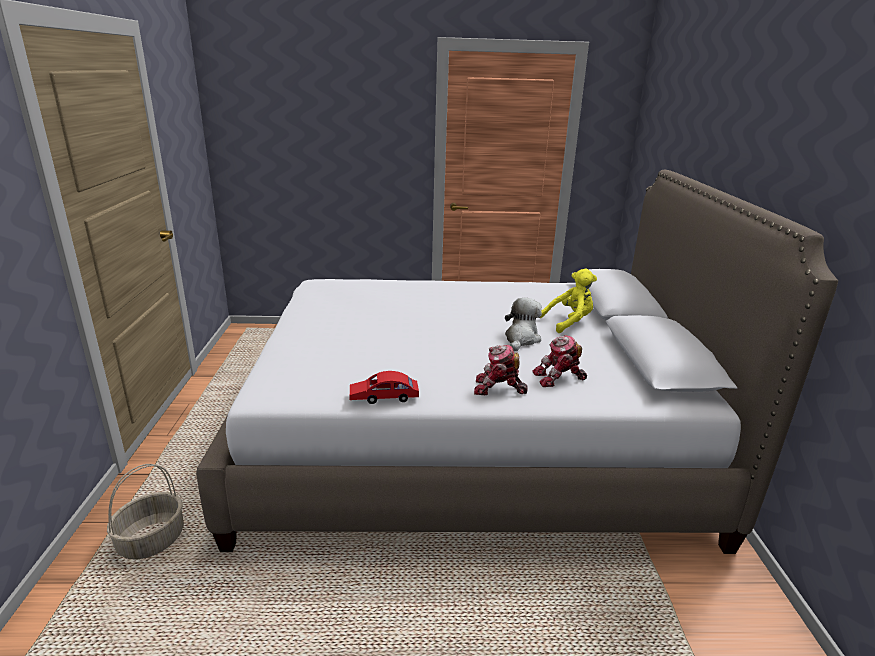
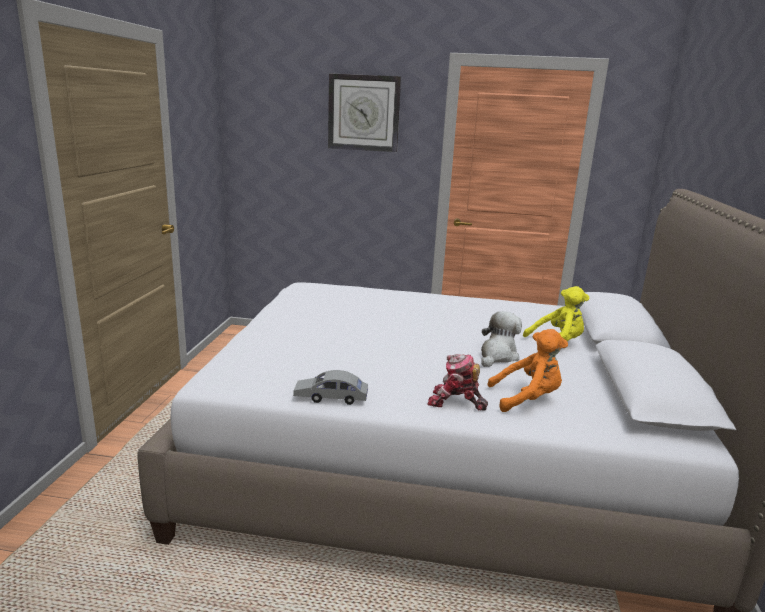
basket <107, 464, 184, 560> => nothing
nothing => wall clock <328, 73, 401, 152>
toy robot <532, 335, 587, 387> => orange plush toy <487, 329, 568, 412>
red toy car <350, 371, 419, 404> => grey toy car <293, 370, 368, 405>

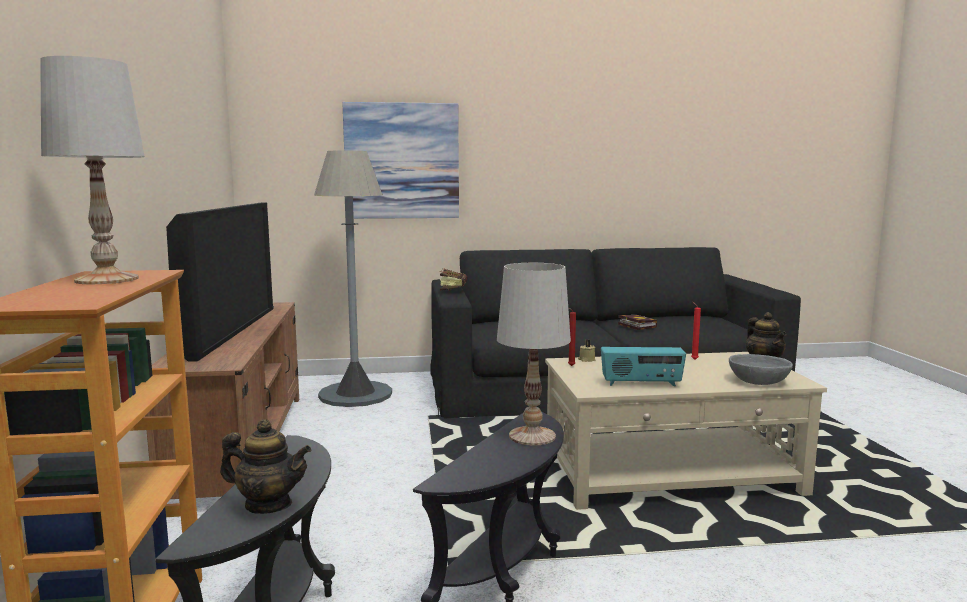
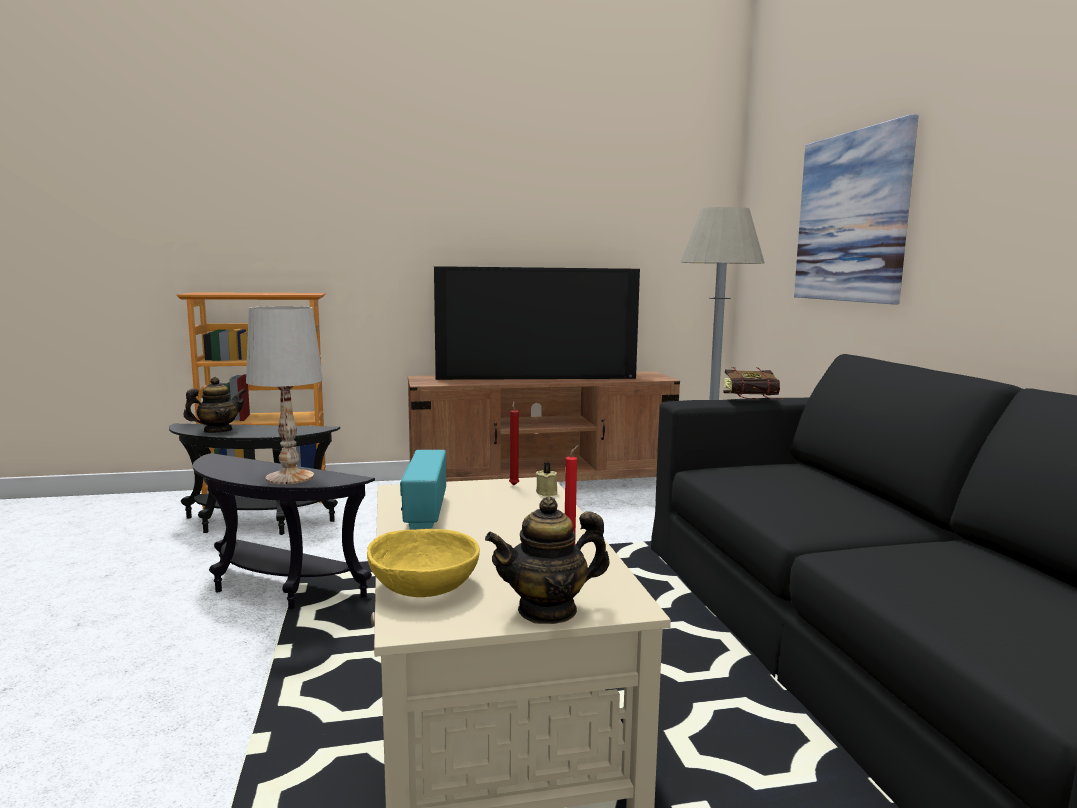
white table lamp <40, 56, 145, 284> => nothing
book <618, 315, 657, 330> => nothing
grey bowl <729, 354, 793, 385> => yellow bowl <367, 529, 480, 597>
teapot <220, 419, 311, 514> => teapot <183, 377, 247, 433>, 135 degrees counterclockwise

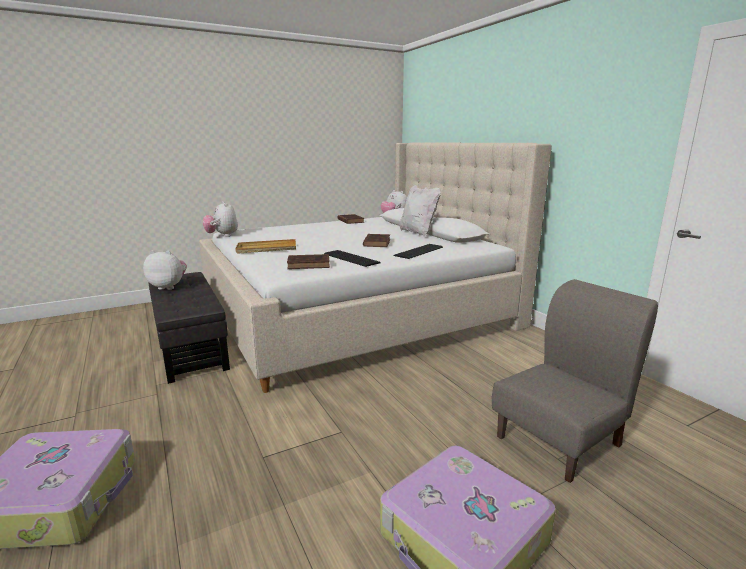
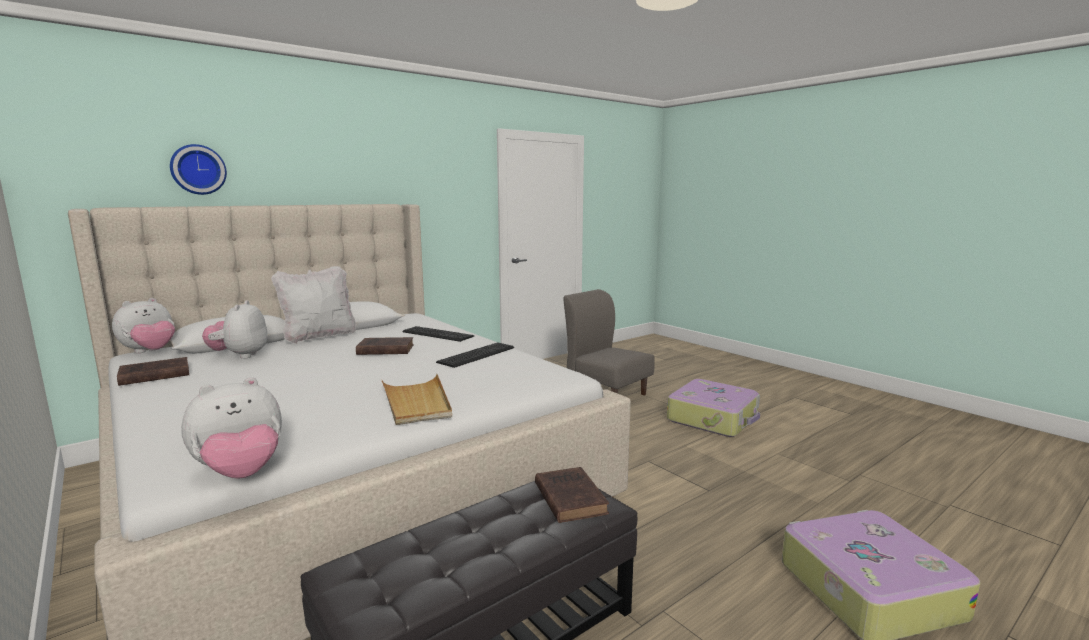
nothing => wall clock <170, 144, 227, 195>
plush toy <143, 250, 187, 290> => plush toy <202, 300, 267, 359>, relocated
brown book <287, 254, 330, 269> => brown book <535, 467, 609, 523>, relocated

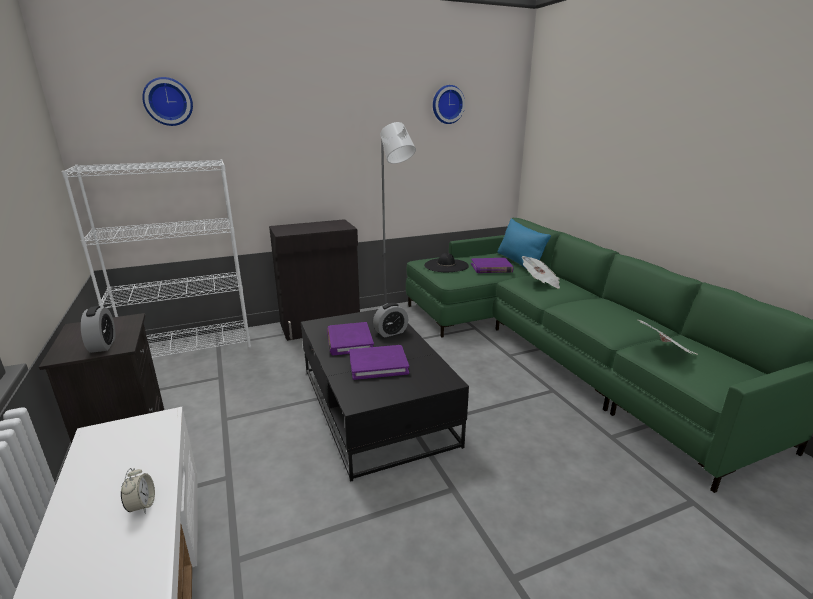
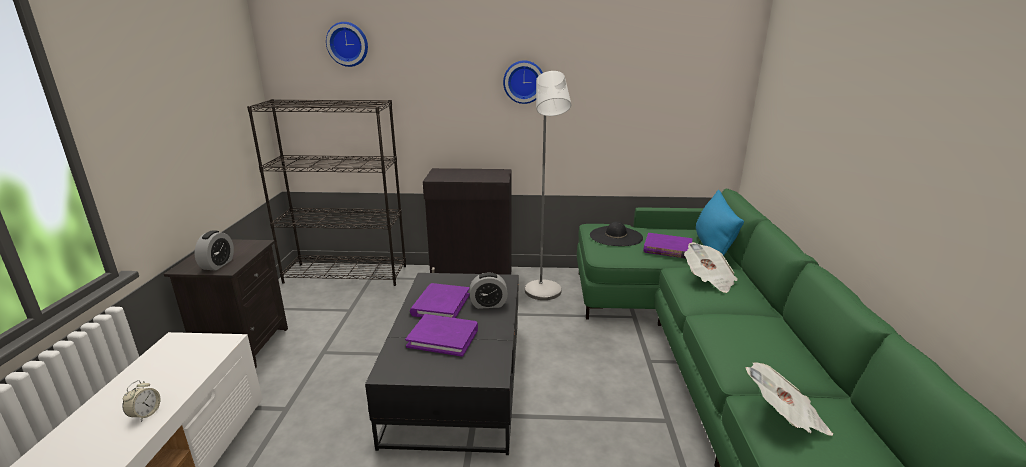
wall clock <433, 85, 465, 124> => wall clock <503, 60, 543, 104>, relocated
white bookcase <62, 159, 251, 358> => black bookcase <247, 99, 406, 286>

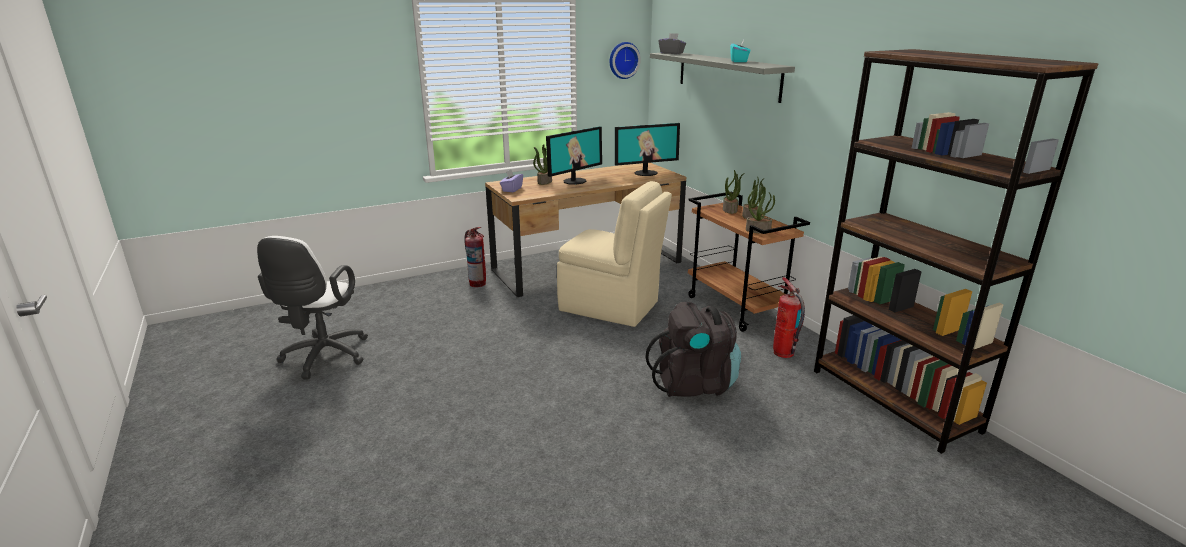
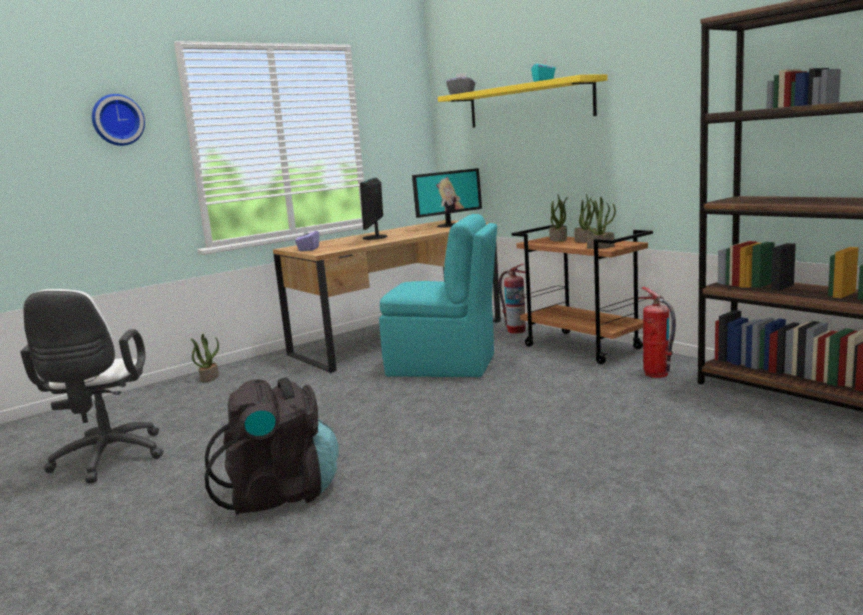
fire extinguisher <464, 227, 486, 287> => fire extinguisher <498, 264, 526, 334>, relocated
potted plant <533, 144, 552, 185> => potted plant <191, 334, 219, 382>, relocated
wall clock <610, 42, 641, 79> => wall clock <92, 94, 145, 146>, relocated
black backpack <645, 302, 741, 397> => black backpack <204, 378, 339, 515>, relocated
beige chair <557, 181, 672, 327> => turquoise chair <379, 214, 497, 377>
grey shelf <650, 53, 795, 103> => yellow shelf <438, 74, 608, 128>
monitor <546, 126, 602, 185> => monitor <360, 178, 387, 240>, 150 degrees clockwise

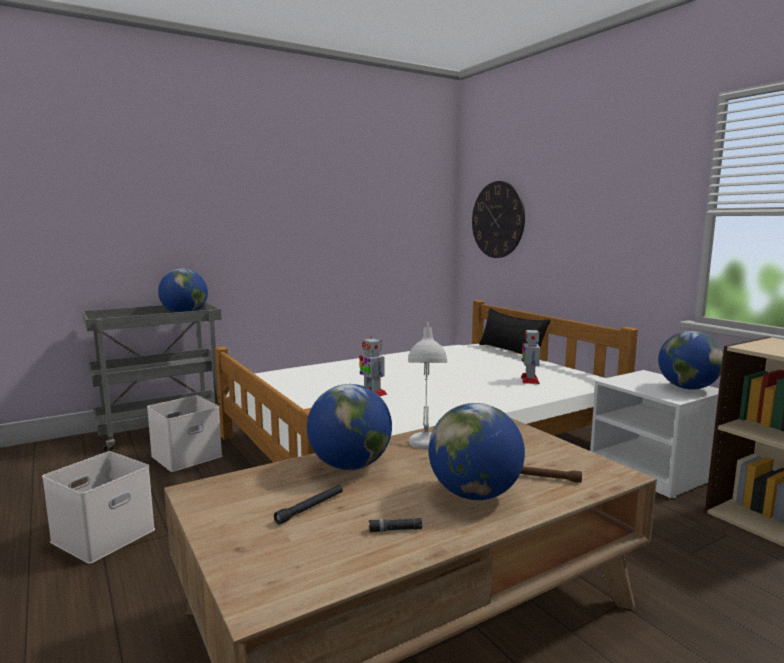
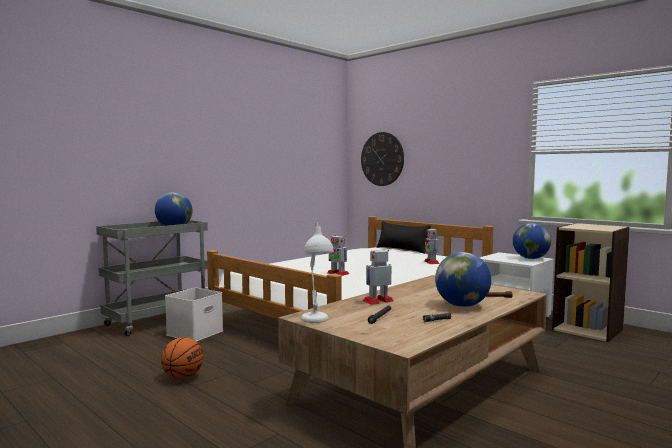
white table lamp <408, 322, 447, 449> => white table lamp <301, 222, 334, 323>, relocated
white storage box <42, 451, 155, 564> => basketball <161, 337, 203, 379>
globe <307, 384, 392, 470> => toy robot <363, 250, 394, 305>

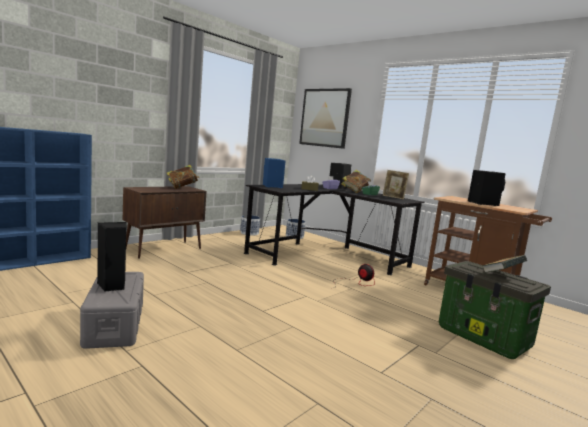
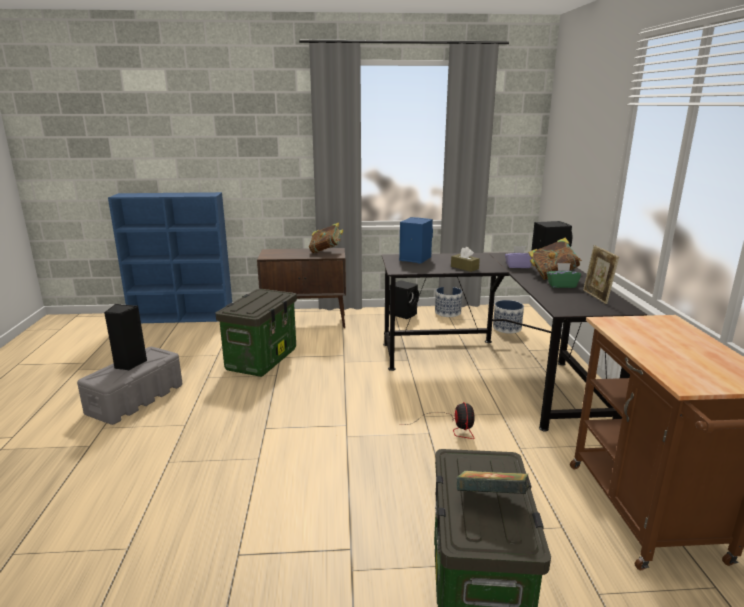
picture <299, 88, 352, 149> => nothing
nothing => storage box <216, 289, 297, 377>
black speaker <468, 170, 506, 206> => black speaker <389, 280, 419, 319>, relocated

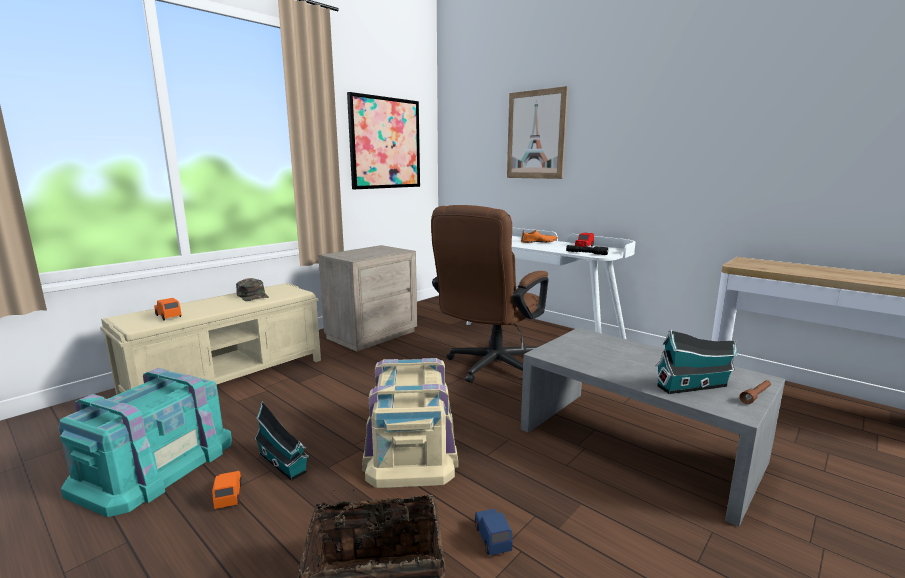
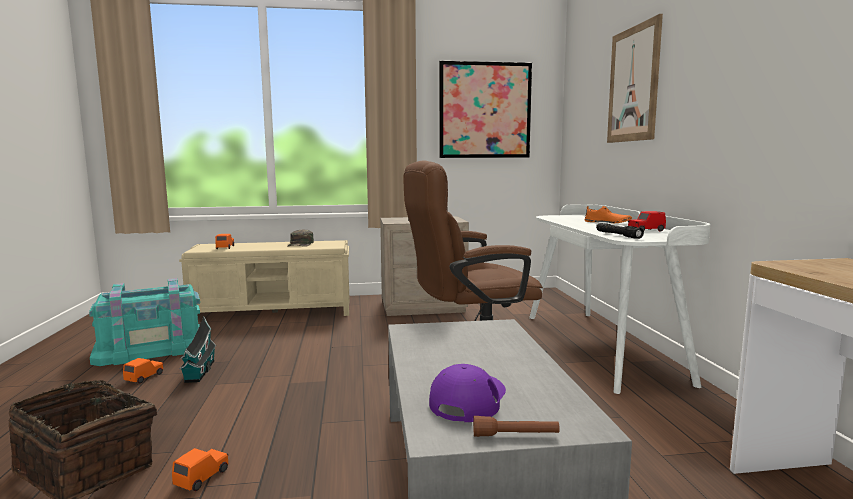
beige storage box <362, 358, 458, 488> => nothing
toy house <656, 330, 737, 394> => purple cap <429, 364, 506, 422>
blue toy car <475, 509, 512, 555> => orange toy car <172, 448, 228, 491>

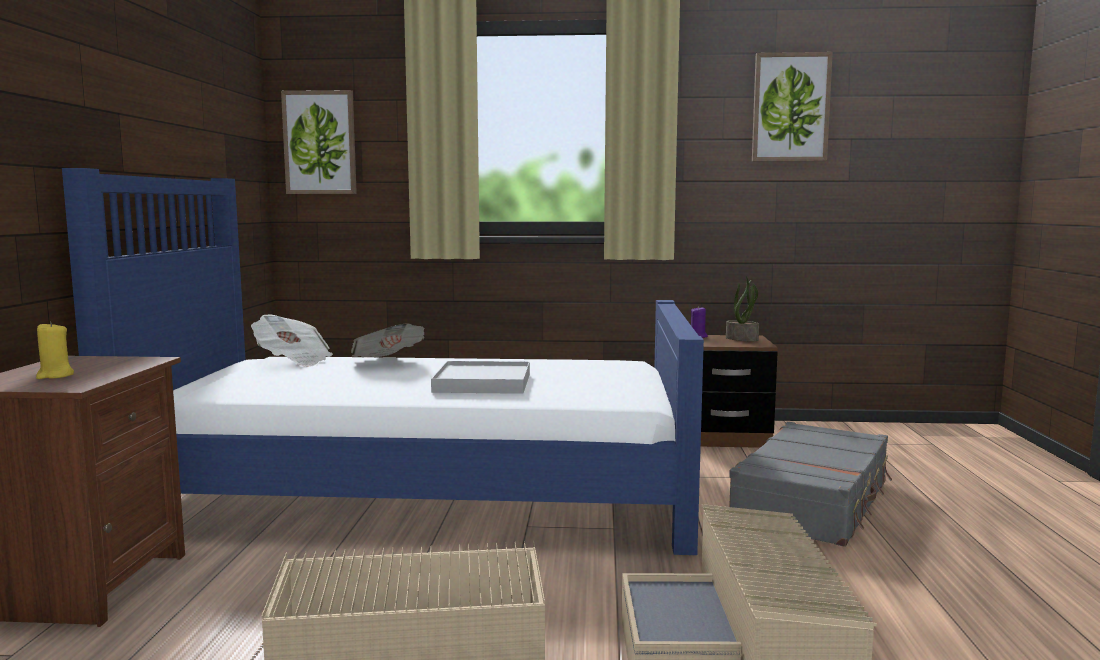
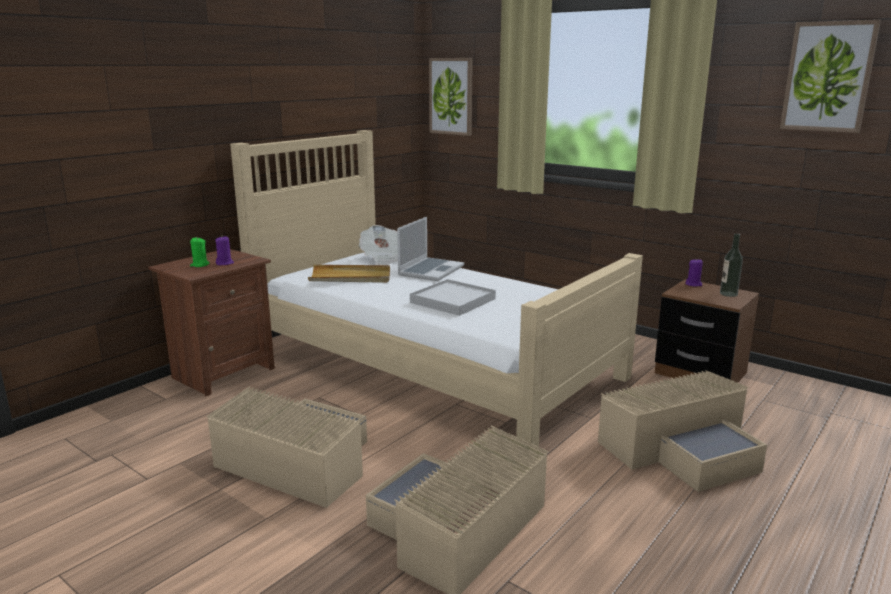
nothing => purple candle <215, 236, 234, 265>
nothing => beige tray <308, 265, 390, 283>
newspaper <351, 323, 424, 357> => laptop <397, 217, 464, 281>
potted plant <726, 276, 759, 341> => bottle <720, 234, 743, 297>
grey suitcase <729, 422, 892, 547> => beige storage box <598, 370, 767, 492>
yellow candle <36, 321, 74, 379> => green candle <190, 238, 210, 267>
blue bed <62, 168, 704, 555> => beige bed <230, 130, 643, 451>

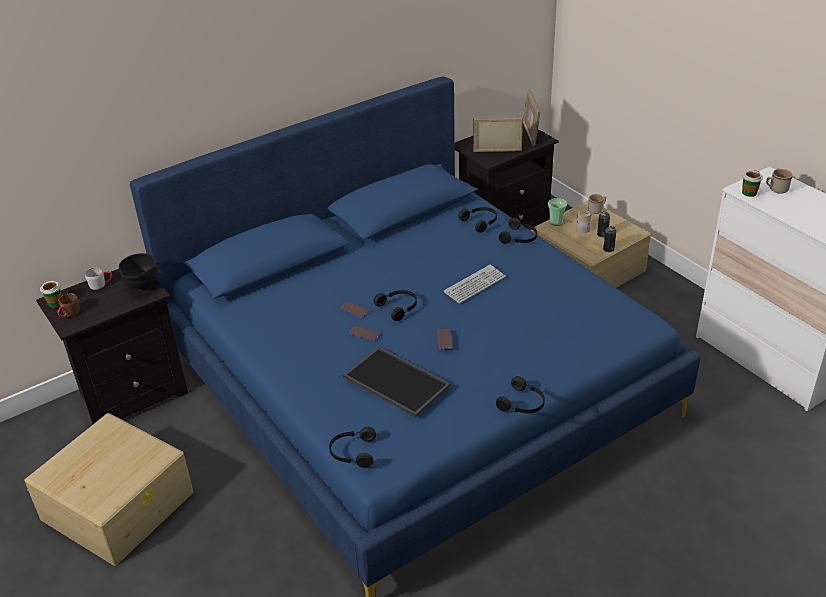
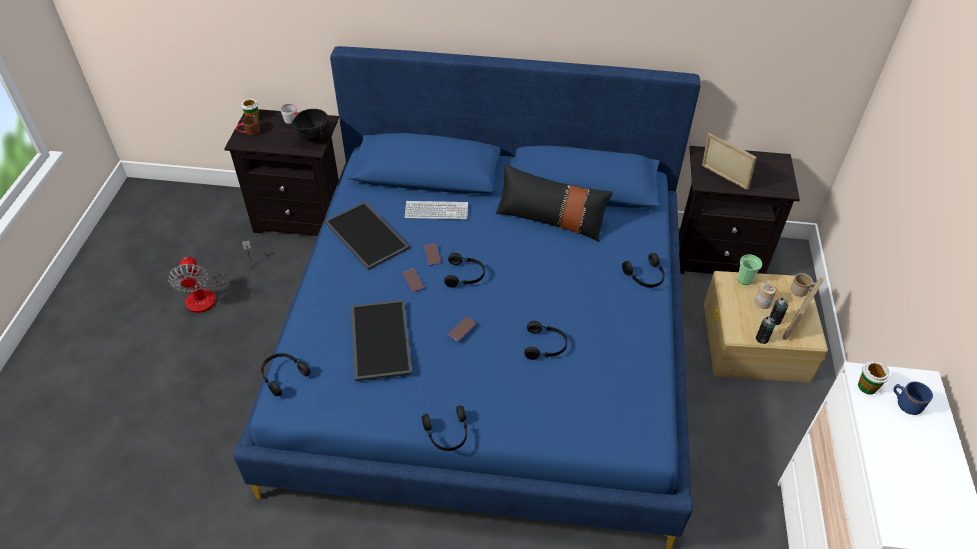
nothing => tray <325, 201, 410, 270>
nothing => black pillow <496, 164, 613, 242>
keyboard <444, 265, 506, 303> => keyboard <405, 201, 468, 220>, relocated
black headphones <458, 207, 497, 233> => black headphones <524, 321, 567, 360>, relocated
picture frame <523, 90, 541, 146> => picture frame <783, 277, 824, 340>, relocated
beige storage box <24, 413, 193, 566> => fan <168, 241, 252, 313>
beige mug <766, 169, 793, 194> => blue mug <894, 382, 933, 415>

